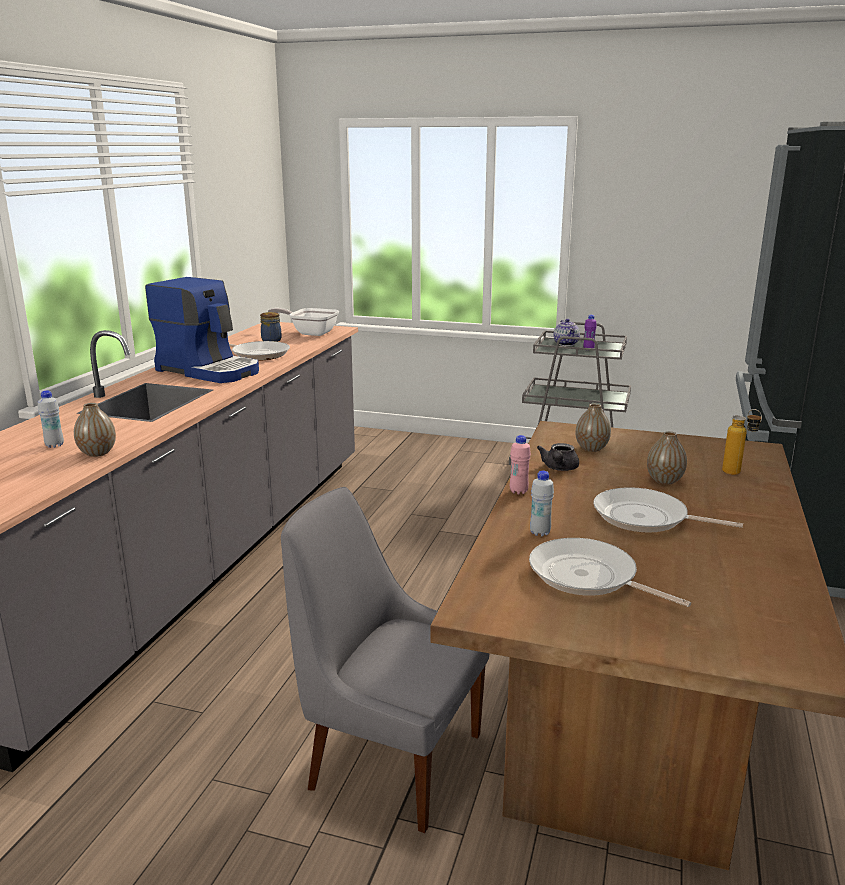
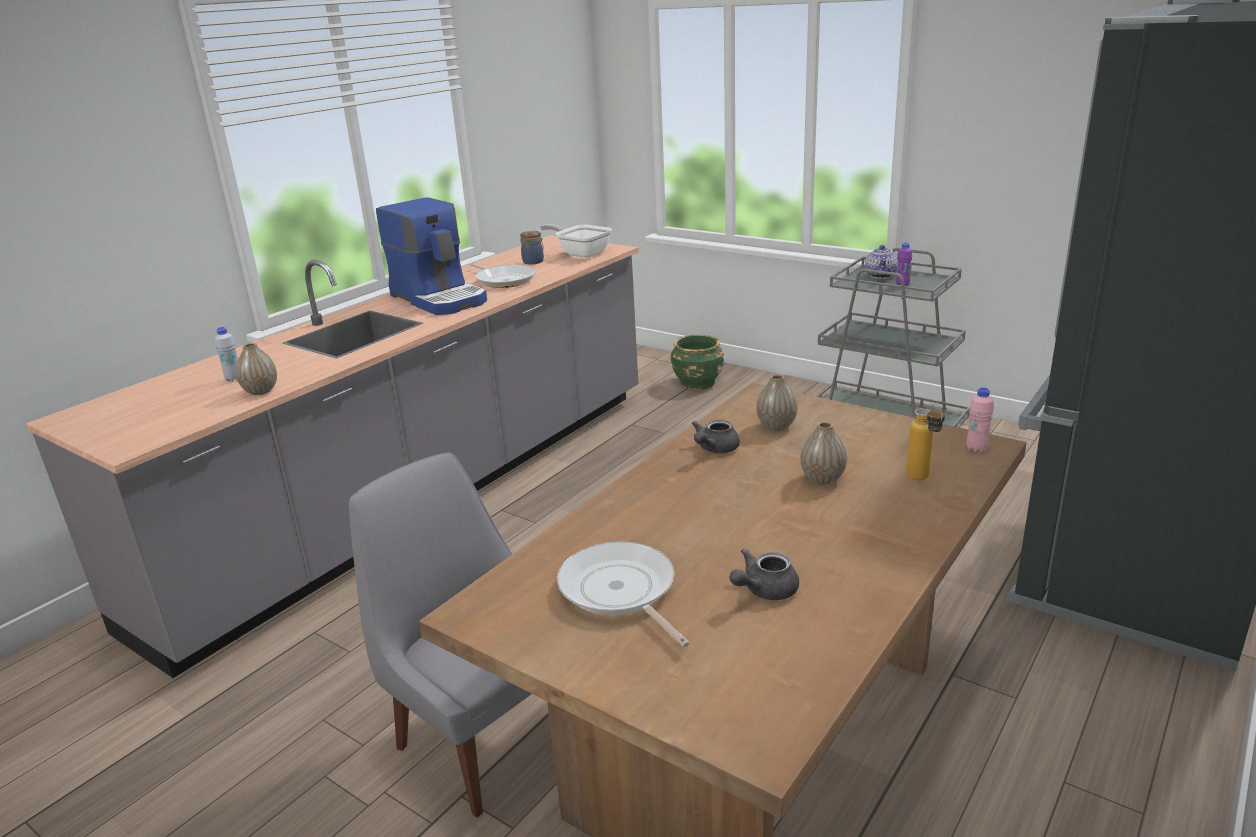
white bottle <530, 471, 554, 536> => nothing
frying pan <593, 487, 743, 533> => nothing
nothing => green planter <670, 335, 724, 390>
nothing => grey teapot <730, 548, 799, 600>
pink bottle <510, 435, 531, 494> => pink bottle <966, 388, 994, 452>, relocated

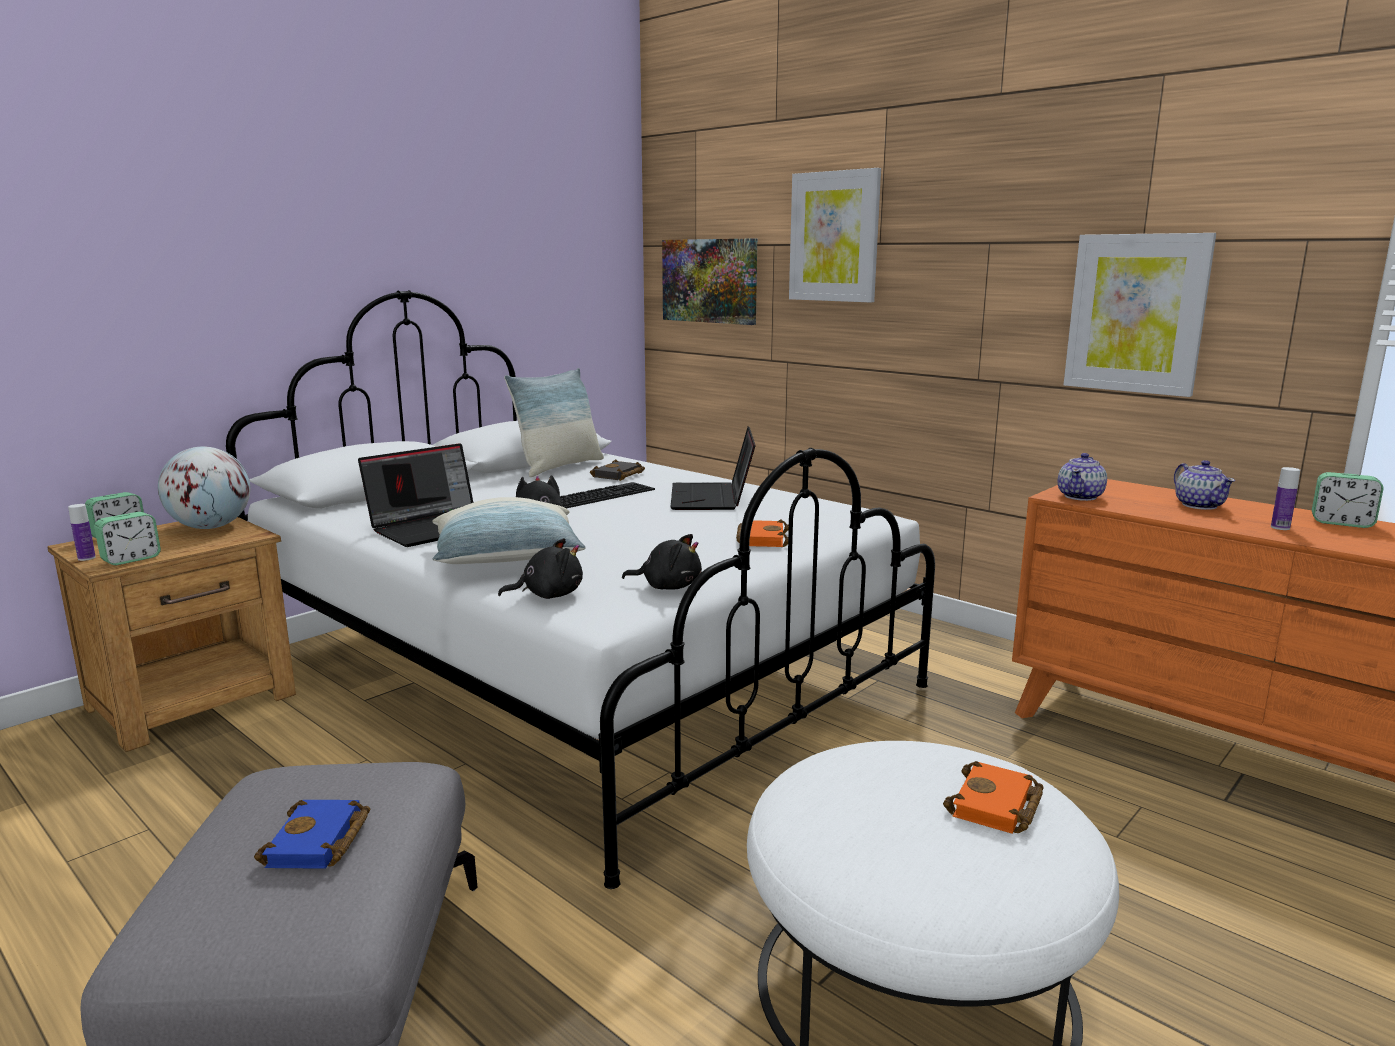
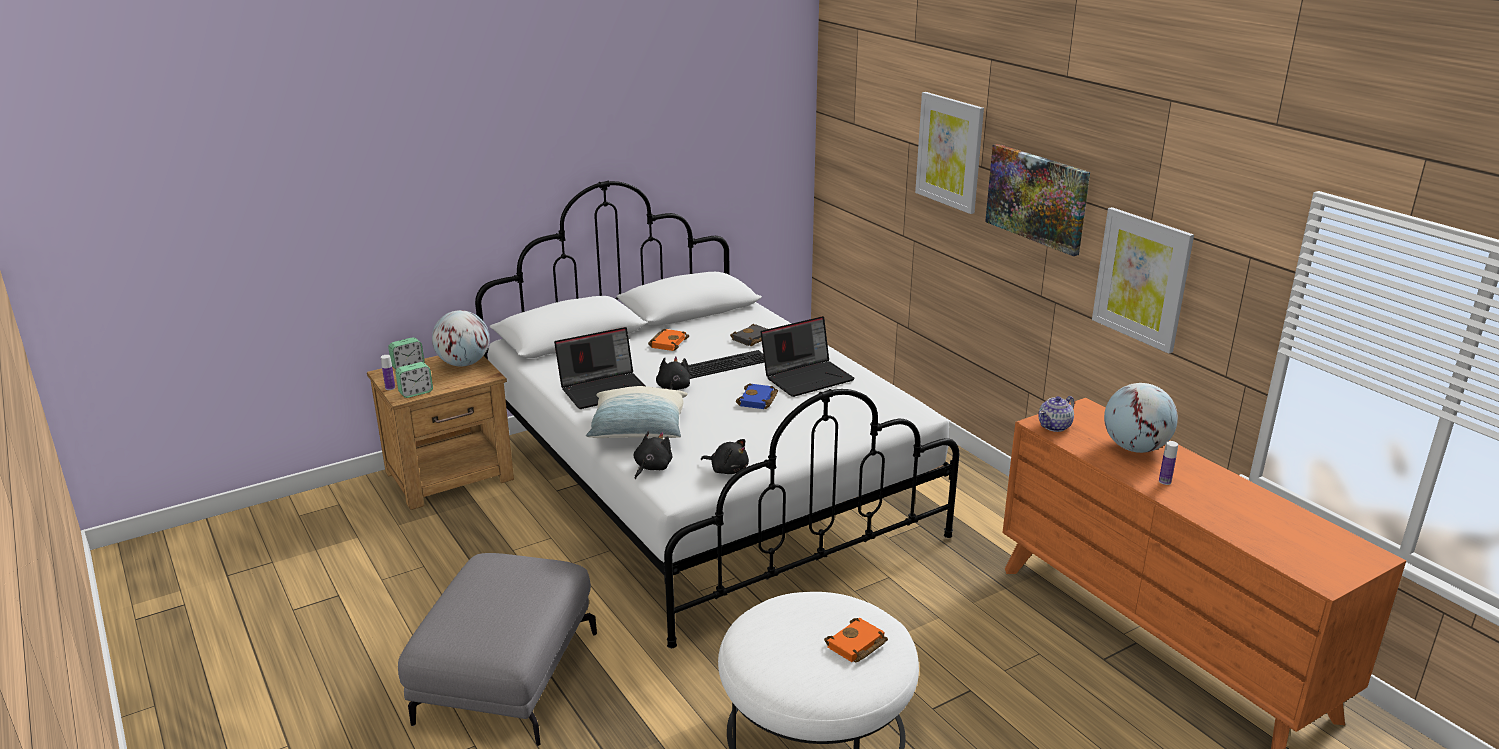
pillow <504, 368, 604, 477> => nothing
alarm clock <1312, 472, 1384, 528> => nothing
blue book <254, 800, 370, 869> => blue book <736, 383, 778, 409>, relocated
picture <662, 239, 757, 325> => picture <985, 144, 1090, 256>, relocated
orange book <736, 519, 789, 547> => orange book <648, 329, 689, 351>, relocated
teapot <1174, 460, 1235, 510> => globe <1104, 383, 1178, 453>
black plush toy <498, 538, 583, 599> => black plush toy <634, 431, 673, 479>, 60 degrees counterclockwise
laptop <671, 426, 756, 510> => laptop <761, 316, 855, 397>, 135 degrees counterclockwise

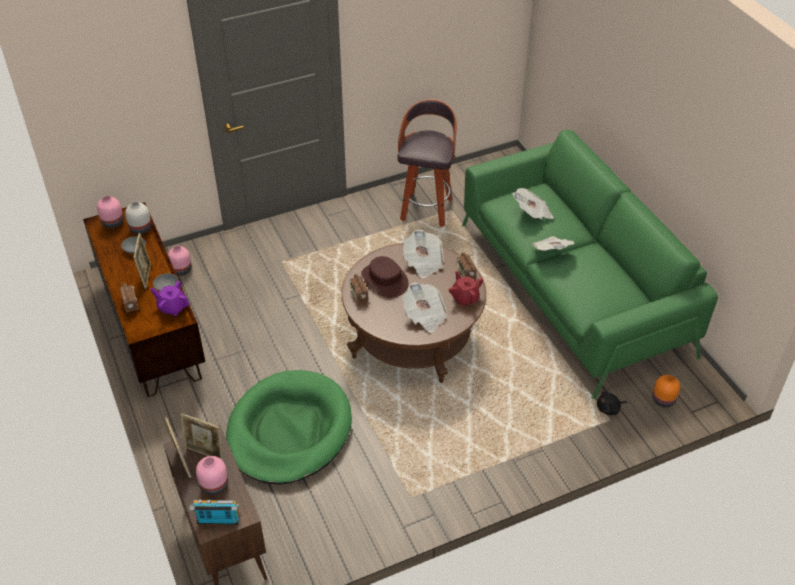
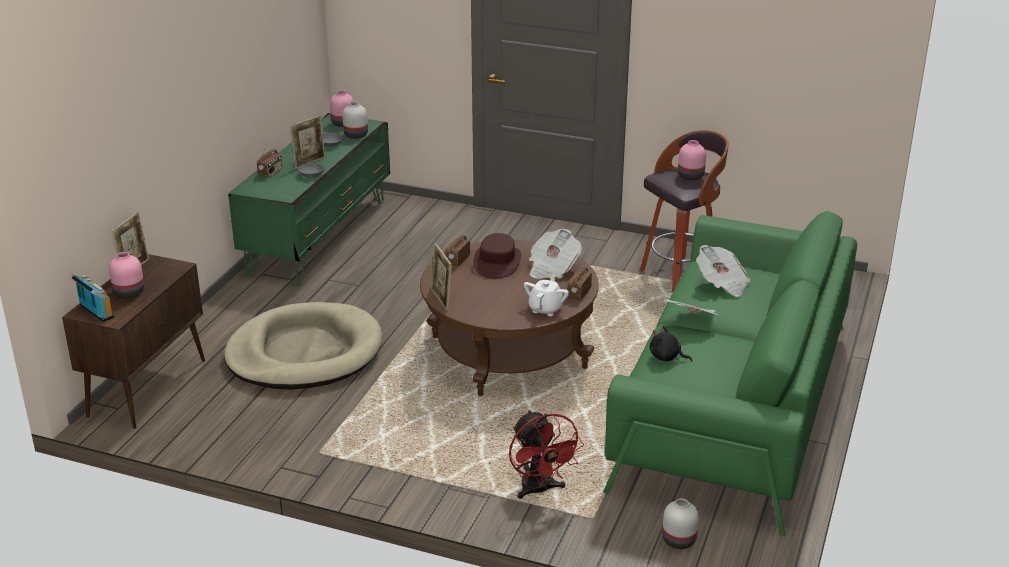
purple teapot <150, 281, 190, 316> => nothing
newspaper <402, 282, 448, 333> => nothing
nothing => red fan <509, 410, 584, 499>
pink vase <168, 246, 192, 276> => pink vase <678, 140, 706, 180>, relocated
picture frame <181, 413, 223, 460> => picture frame <431, 243, 452, 311>, relocated
black plush toy <597, 391, 628, 415> => black plush toy <650, 326, 692, 363>, relocated
brown tv stand <83, 202, 205, 397> => green tv stand <228, 113, 390, 286>
green dog bed <226, 370, 352, 485> => beige dog bed <224, 302, 382, 390>
red teapot <449, 271, 483, 306> => white teapot <524, 275, 569, 316>
orange vase <652, 375, 680, 407> => white vase <662, 498, 699, 549>

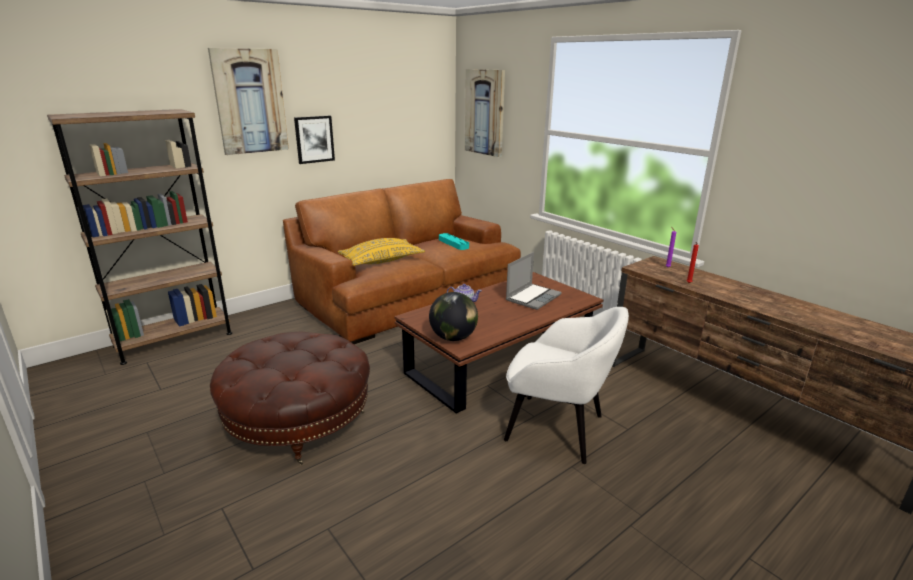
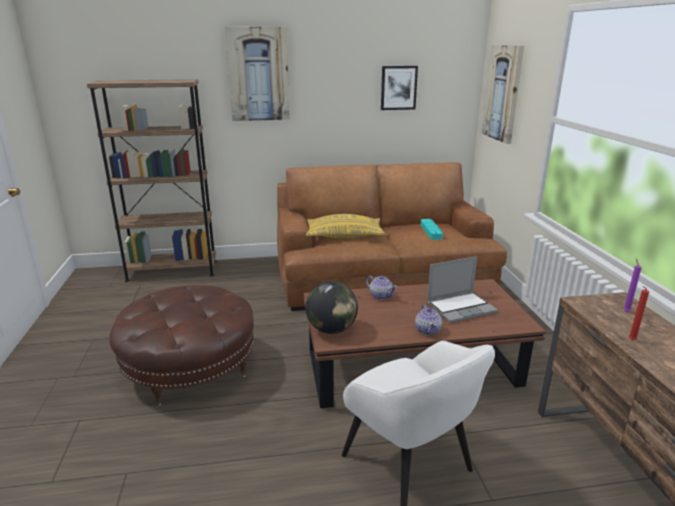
nothing => teapot <415, 305, 442, 335>
picture <294, 115, 335, 164> => picture <381, 66, 418, 110>, relocated

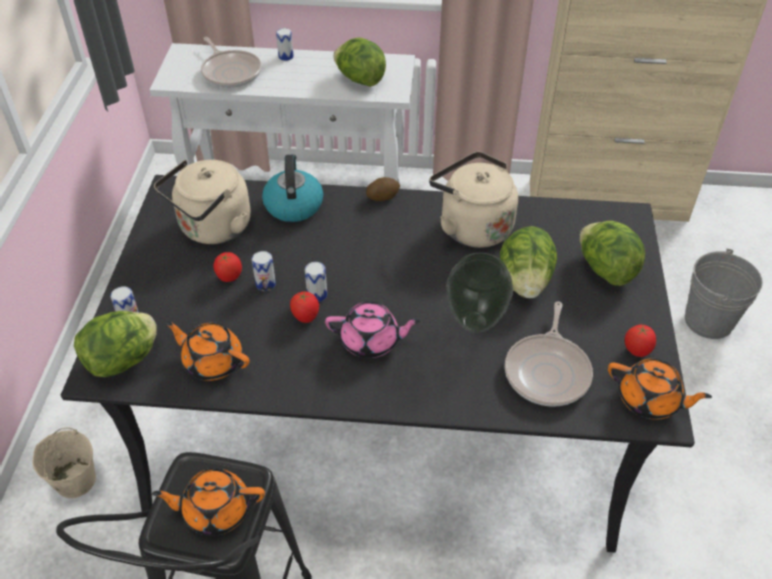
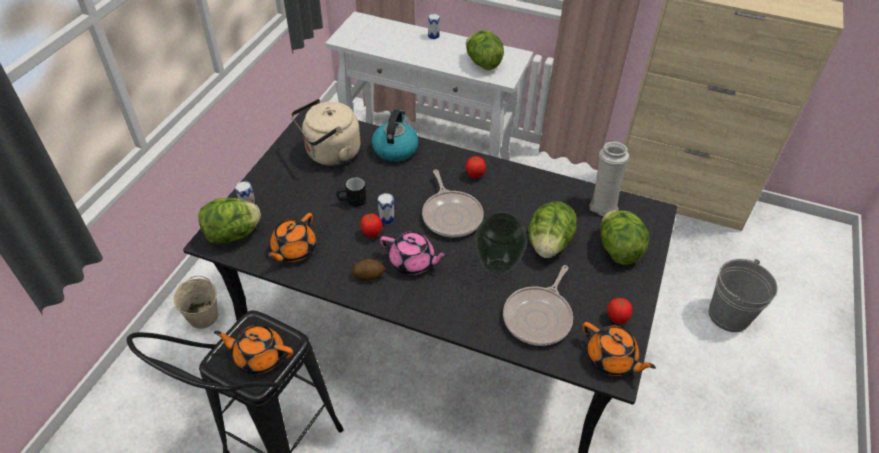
beige kettle <429, 152, 518, 248> => nothing
nothing => white vase <589, 142, 629, 216>
frying pan <201, 37, 262, 88> => frying pan <422, 170, 484, 237>, relocated
tomato <214, 252, 242, 282> => tomato <466, 156, 486, 178>, relocated
potato <366, 177, 400, 201> => potato <352, 259, 385, 281>, relocated
can <252, 251, 276, 291> => black mug <336, 178, 366, 207>
orange teapot <165, 321, 250, 381> => orange teapot <266, 213, 316, 262>, 105 degrees counterclockwise

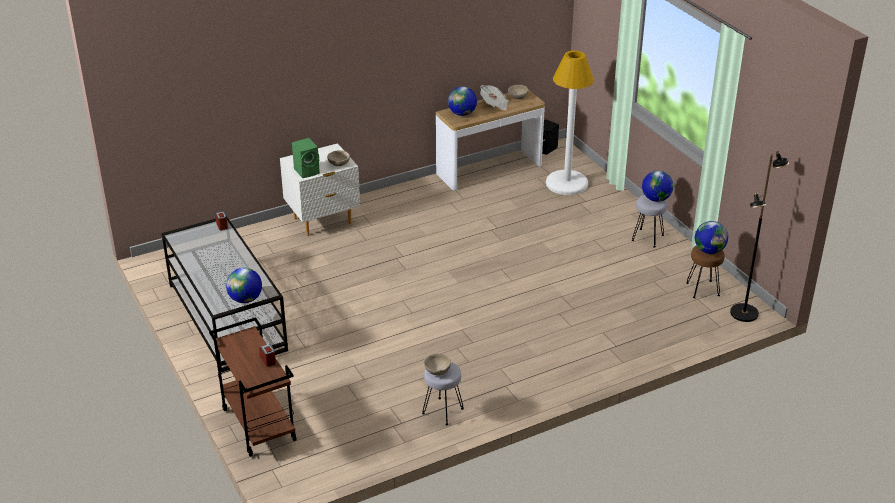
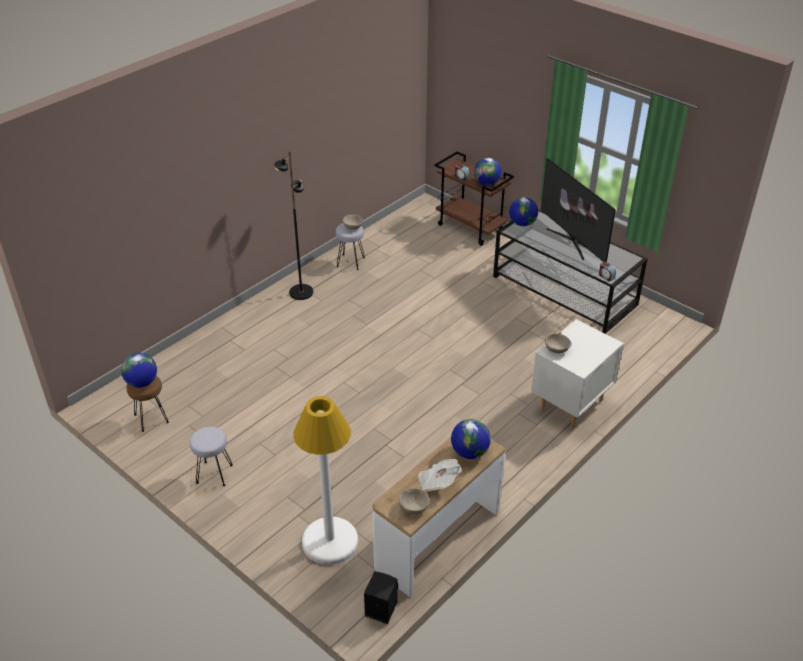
green speaker <292, 138, 320, 178> => nothing
nothing => television <541, 158, 616, 262>
globe <642, 171, 673, 202> => globe <474, 158, 502, 186>, relocated
black floor lamp <730, 151, 789, 322> => black floor lamp <274, 152, 313, 300>, relocated

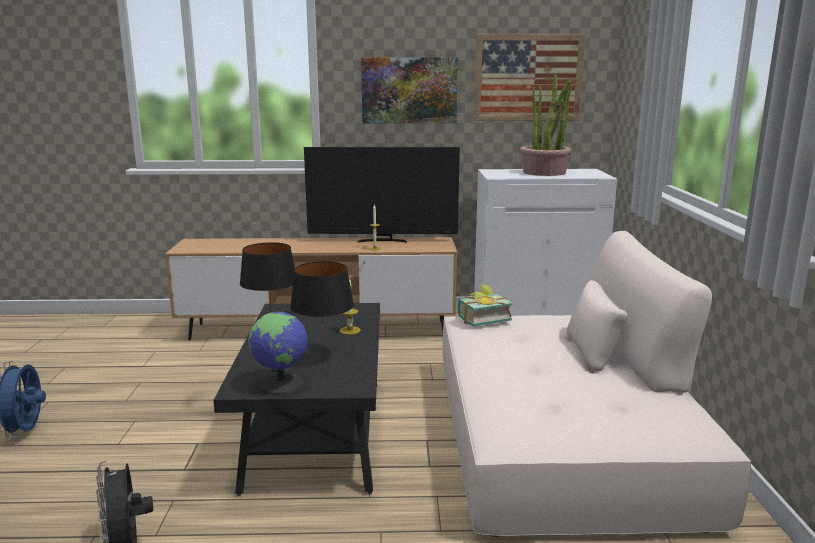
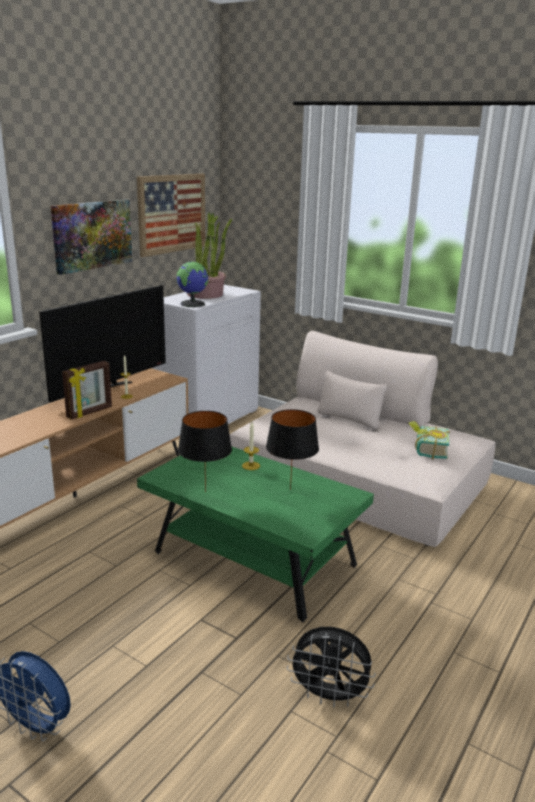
nothing => picture frame <62, 361, 112, 419>
globe <248, 310, 307, 395> => globe <177, 261, 209, 307>, relocated
book <457, 284, 513, 326> => book <409, 421, 450, 460>, relocated
black coffee table <213, 303, 380, 496> => green coffee table <137, 446, 374, 622>

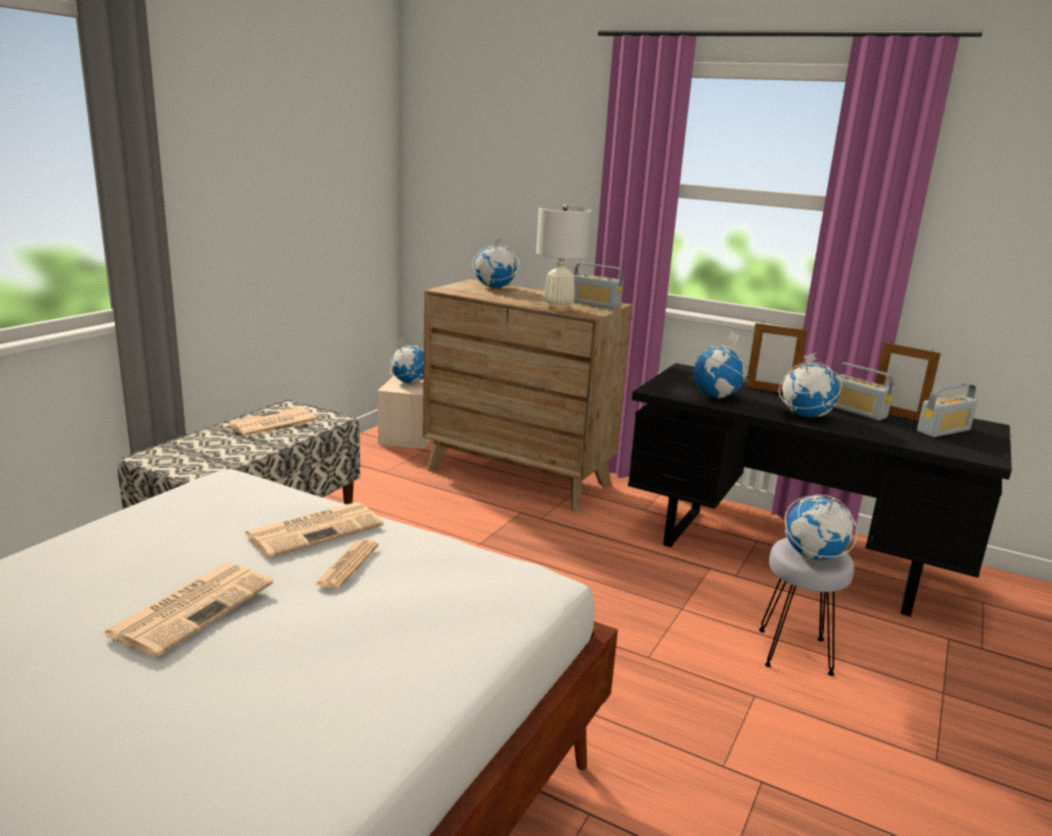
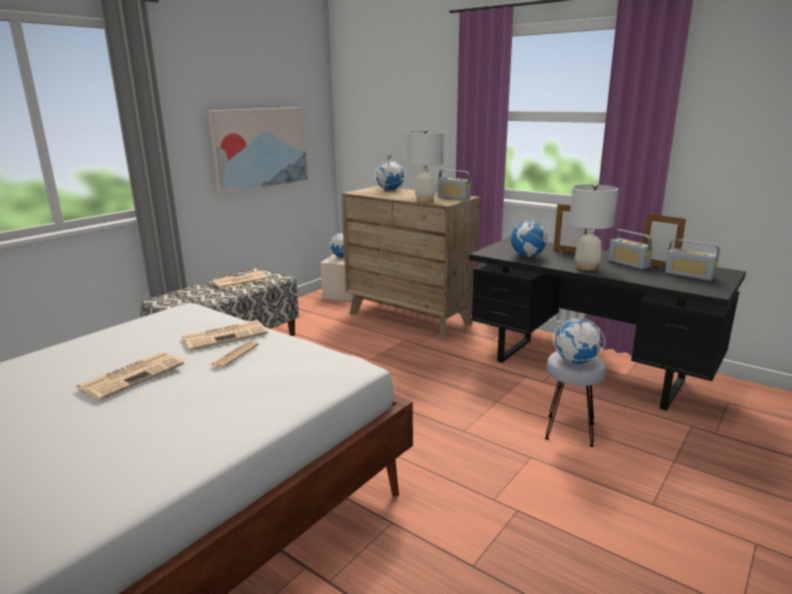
nothing => picture <208, 107, 308, 194>
globe <779, 352, 842, 417> => white table lamp <569, 184, 618, 270>
radio <917, 383, 977, 437> => radio <665, 239, 719, 281>, 60 degrees clockwise

